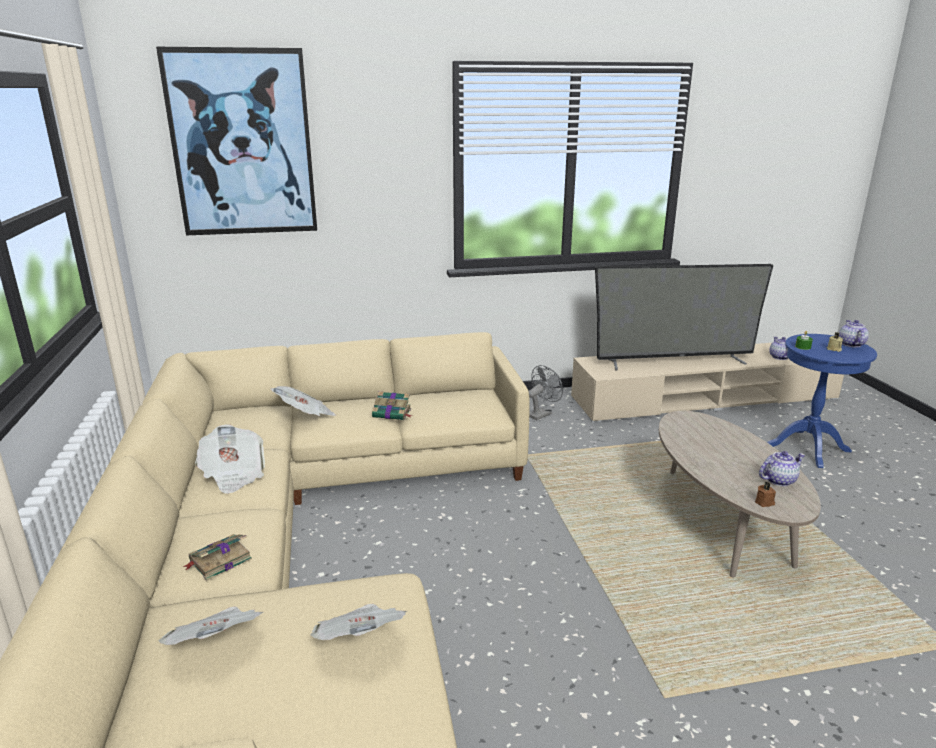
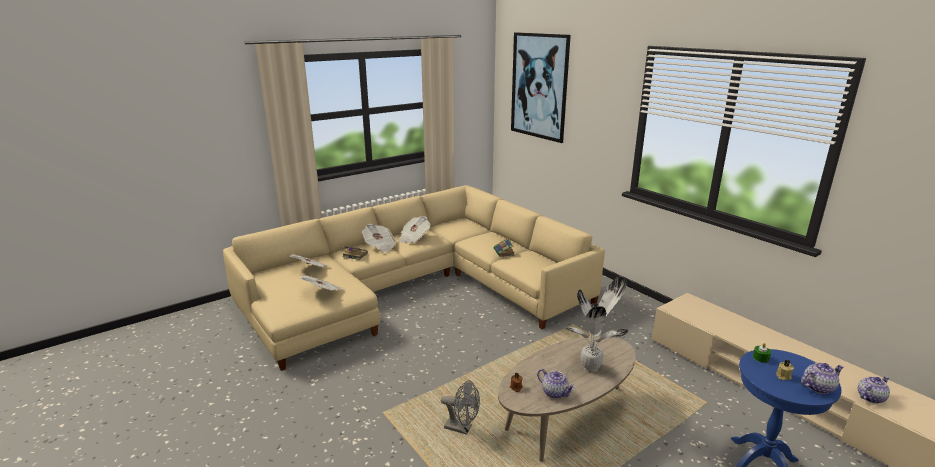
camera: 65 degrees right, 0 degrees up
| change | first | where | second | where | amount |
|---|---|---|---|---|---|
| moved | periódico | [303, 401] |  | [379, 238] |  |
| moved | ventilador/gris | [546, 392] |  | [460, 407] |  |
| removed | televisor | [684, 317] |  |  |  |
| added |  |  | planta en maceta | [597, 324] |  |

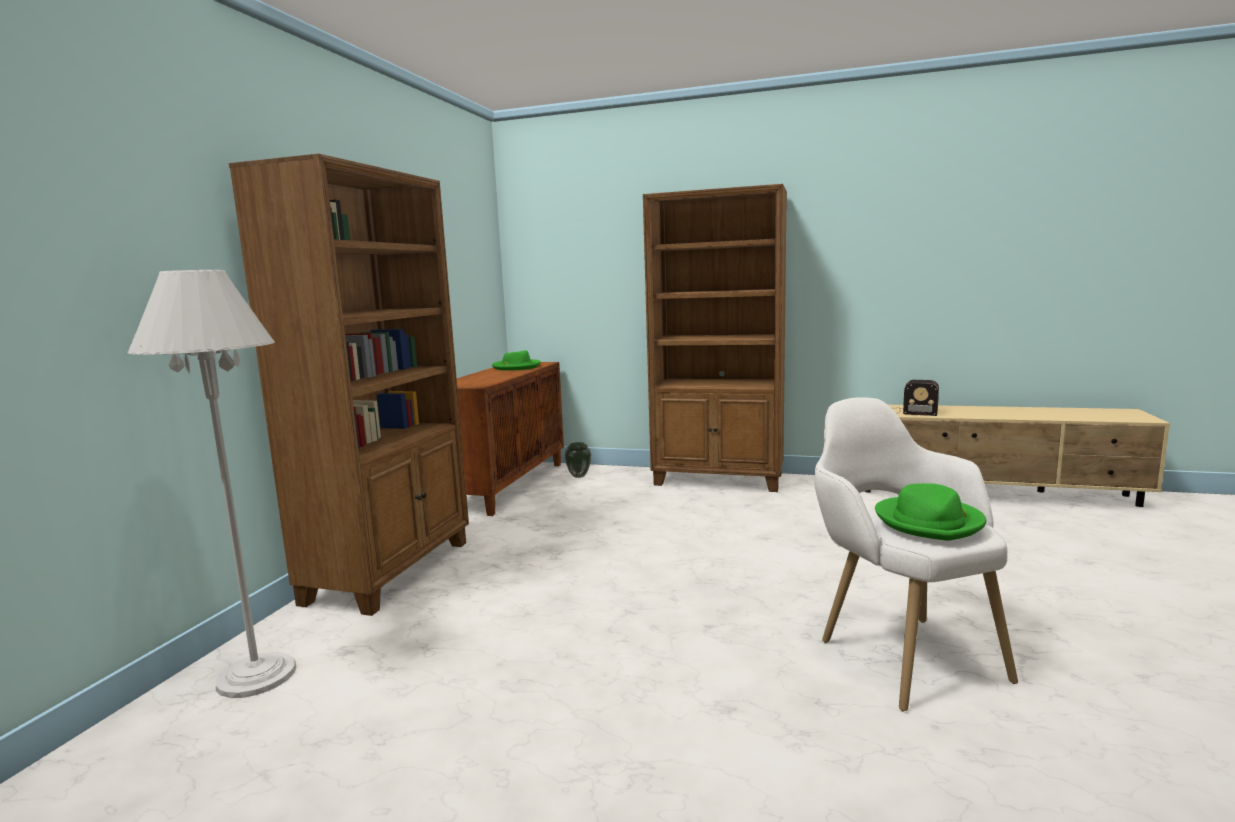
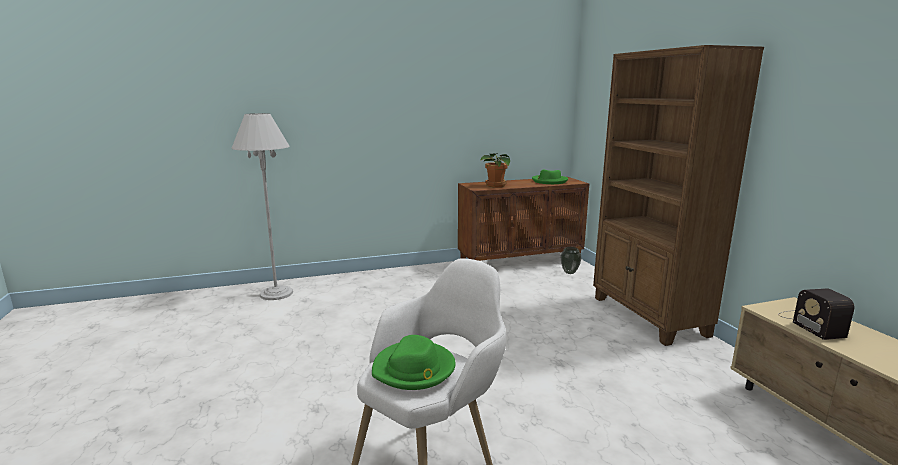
camera: 55 degrees right, 5 degrees up
| change | first | where | second | where | amount |
|---|---|---|---|---|---|
| removed | estantería/marrón | [349, 385] |  |  |  |
| added |  |  | planta en maceta | [495, 170] |  |

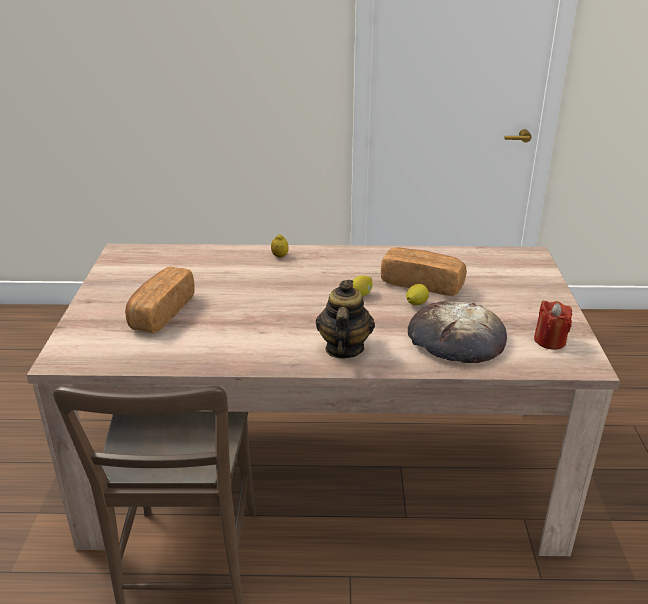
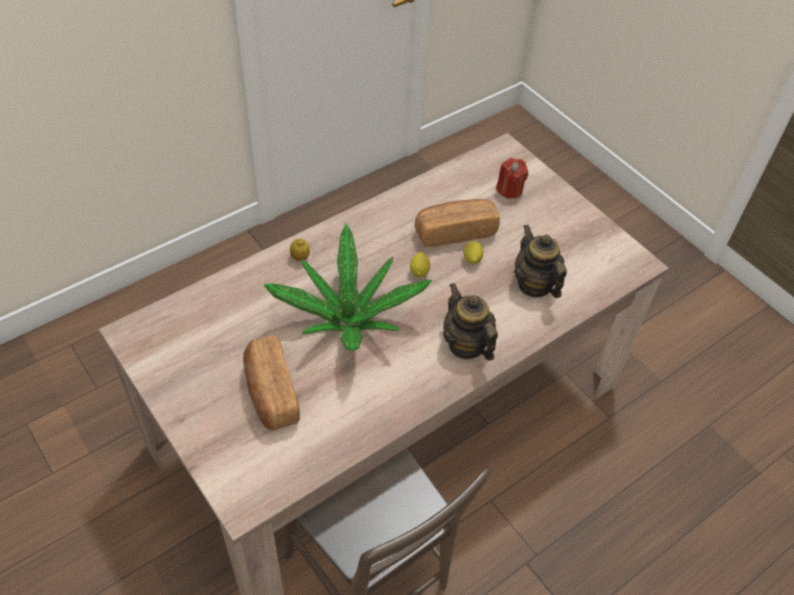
camera: 40 degrees left, 20 degrees up
| change | first | where | second | where | amount |
|---|---|---|---|---|---|
| replaced | pan | [457, 332] | tetera | [540, 261] |  |
| moved | vela/rojo | [553, 325] |  | [512, 178] |  |
| added |  |  | planta en maceta | [347, 287] |  |

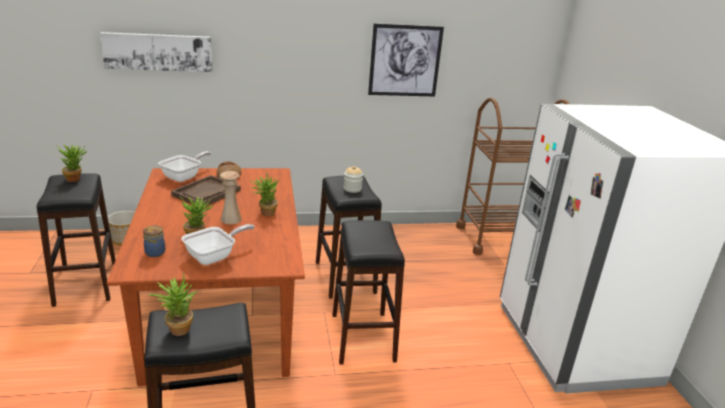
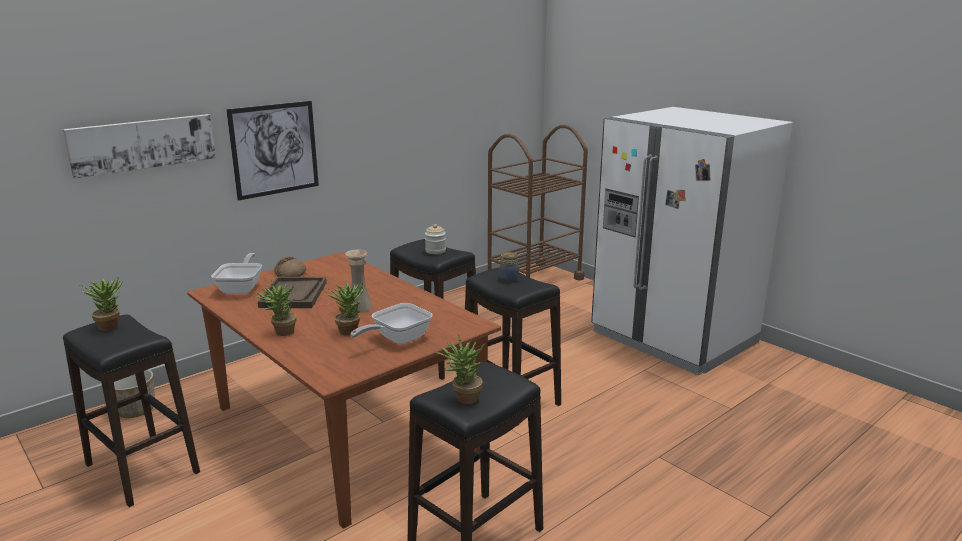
camera: 30 degrees left, 5 degrees down
| change | first | where | second | where | amount |
|---|---|---|---|---|---|
| moved | tarro | [154, 241] |  | [509, 267] |  |
| turned | sartén | [218, 244] |  | [391, 323] | 150 degrees counterclockwise |
| moved | planta en maceta | [264, 195] |  | [275, 308] |  |
| moved | cuadro | [406, 60] |  | [272, 150] |  |

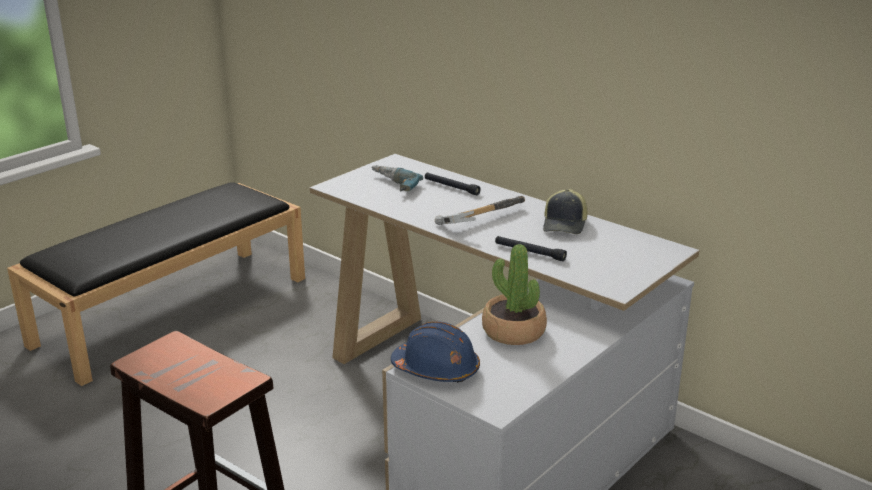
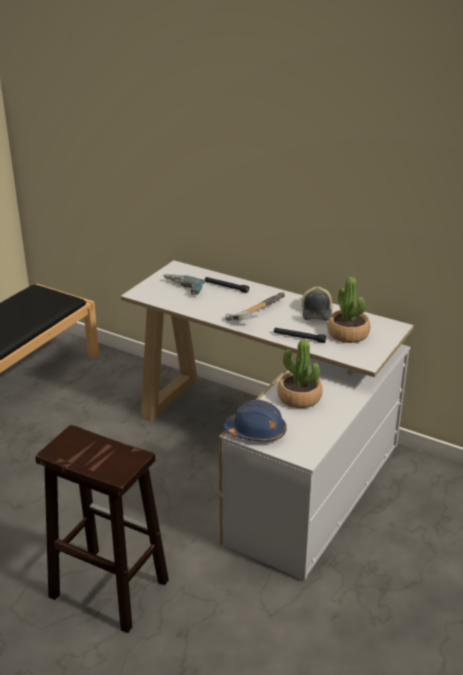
camera: 10 degrees left, 5 degrees up
| change | first | where | second | where | amount |
|---|---|---|---|---|---|
| added |  |  | planta en maceta | [348, 310] |  |

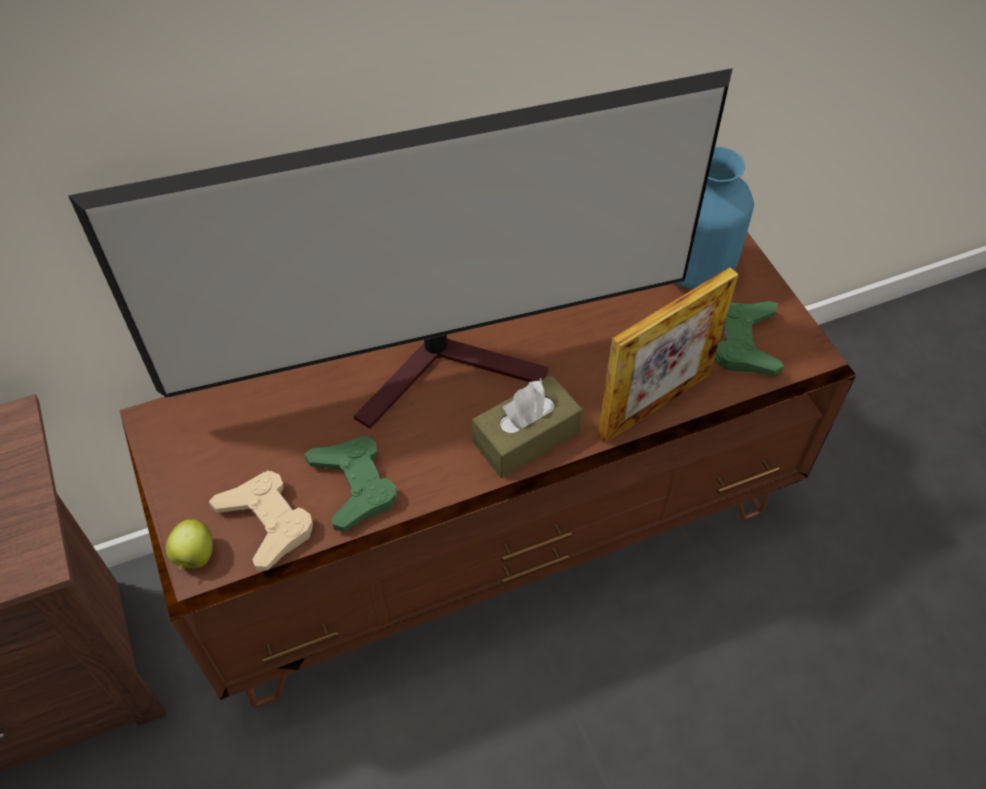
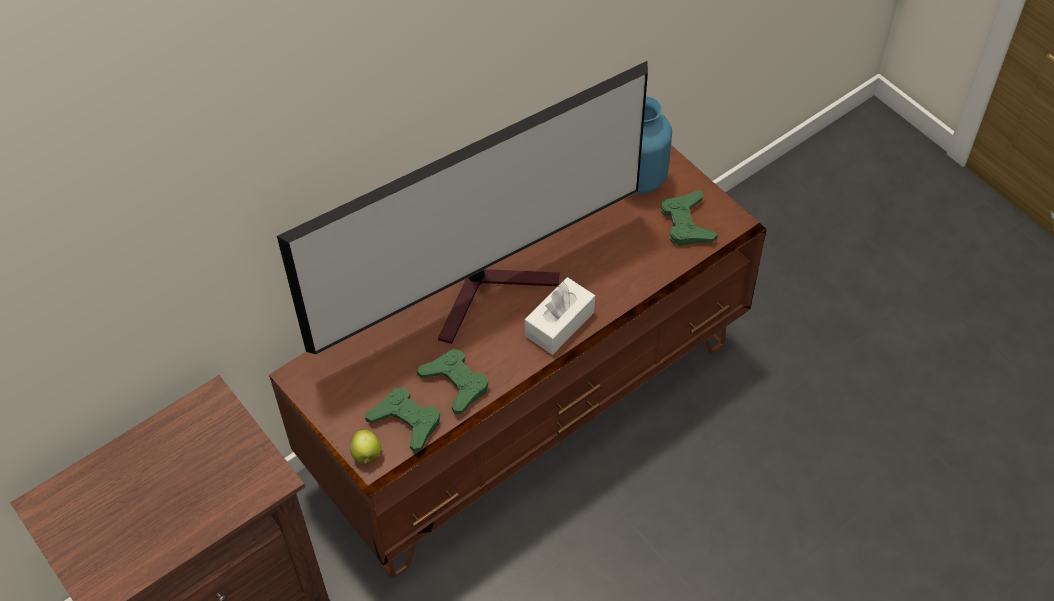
camera: 15 degrees left, 0 degrees up
| change | first | where | second | where | amount |
|---|---|---|---|---|---|
| recoloured | mando de consola/beis | [261, 521] | mando de consola/verde | [402, 420] |  |
| recoloured | caja de pañuelos/marrón | [527, 426] | caja de pañuelos/blanco | [560, 316] |  |
| removed | portarretratos | [668, 355] |  |  |  |

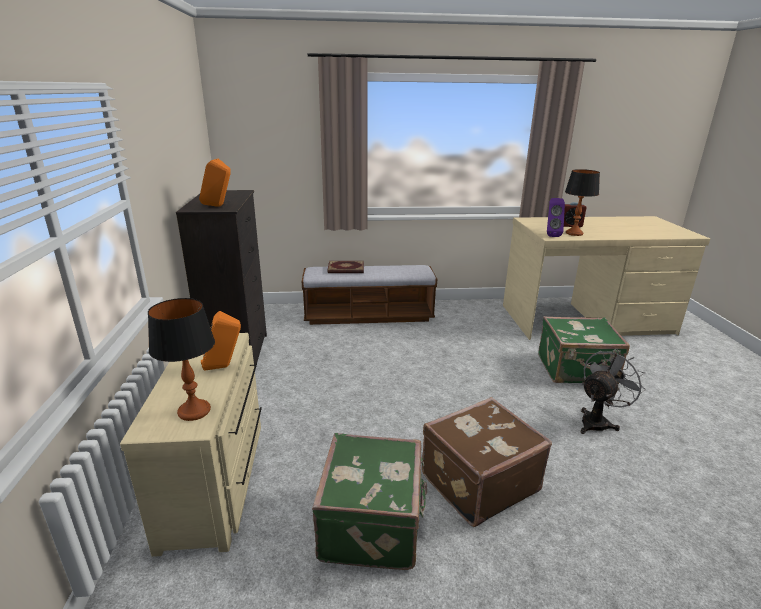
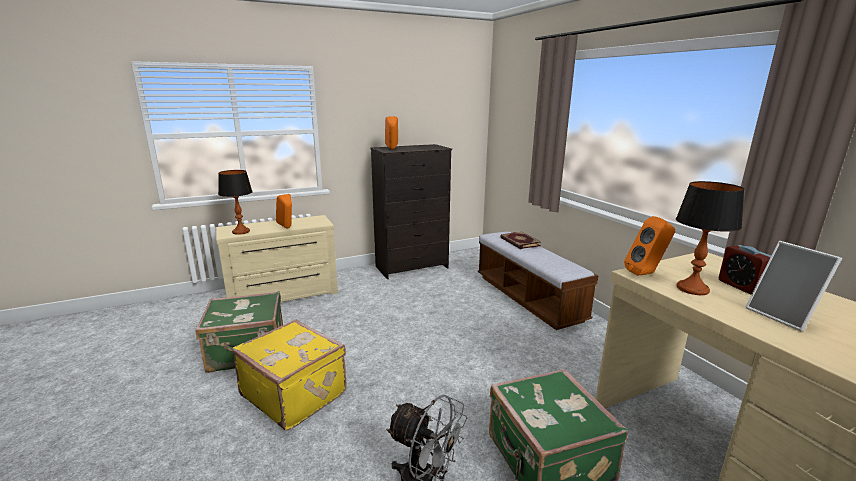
camera: 70 degrees right, 5 degrees down
| change | first | where | second | where | amount |
|---|---|---|---|---|---|
| recoloured | maleta/marrón | [487, 462] | maleta/amarillo | [289, 375] |  |
| recoloured | altavoz/morado | [556, 217] | altavoz/naranja | [649, 246] |  |
| added |  |  | portarretratos | [793, 286] |  |

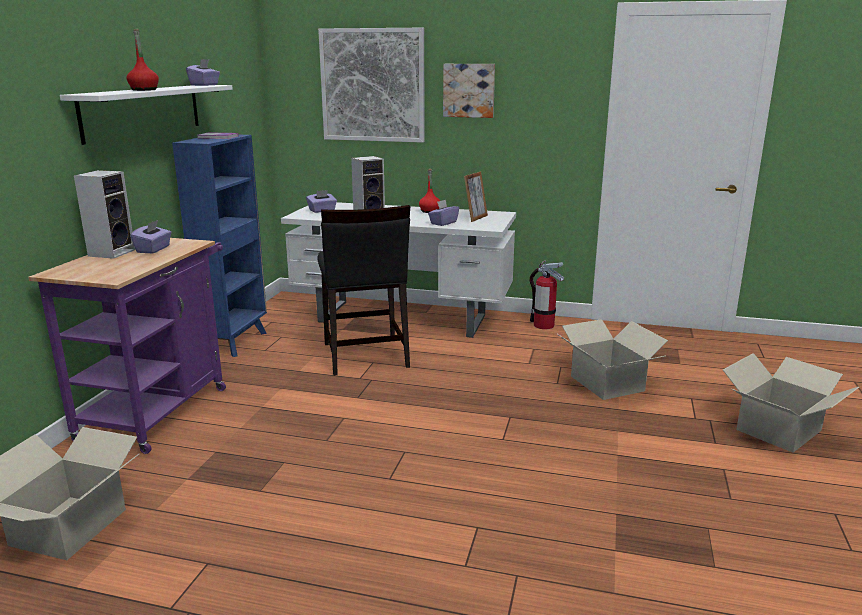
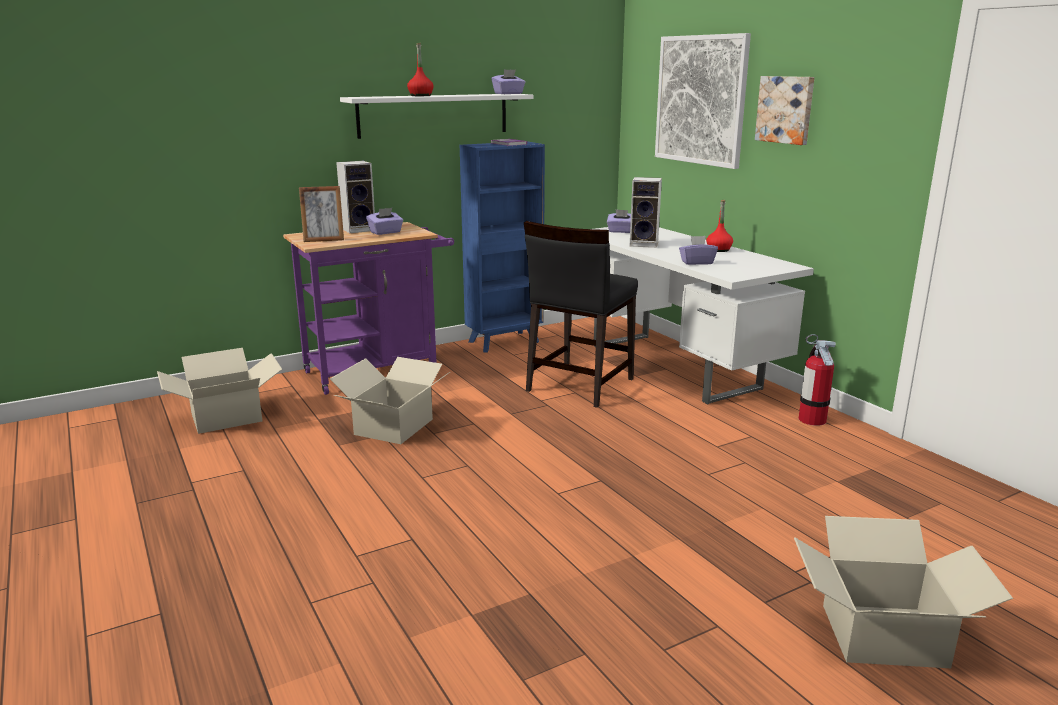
camera: 45 degrees right, 0 degrees up
| change | first | where | second | where | amount |
|---|---|---|---|---|---|
| moved | portarretratos | [476, 197] |  | [321, 214] |  |
| moved | caja de cartón | [612, 359] |  | [390, 400] |  |

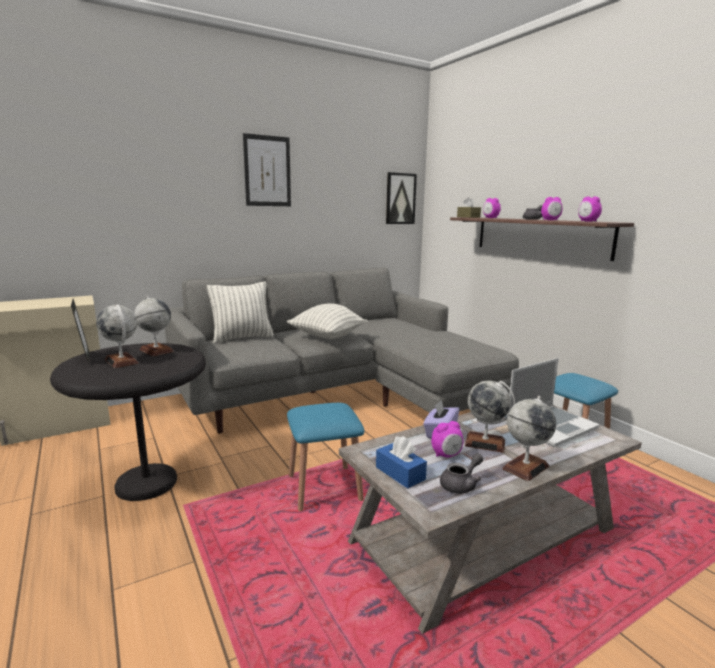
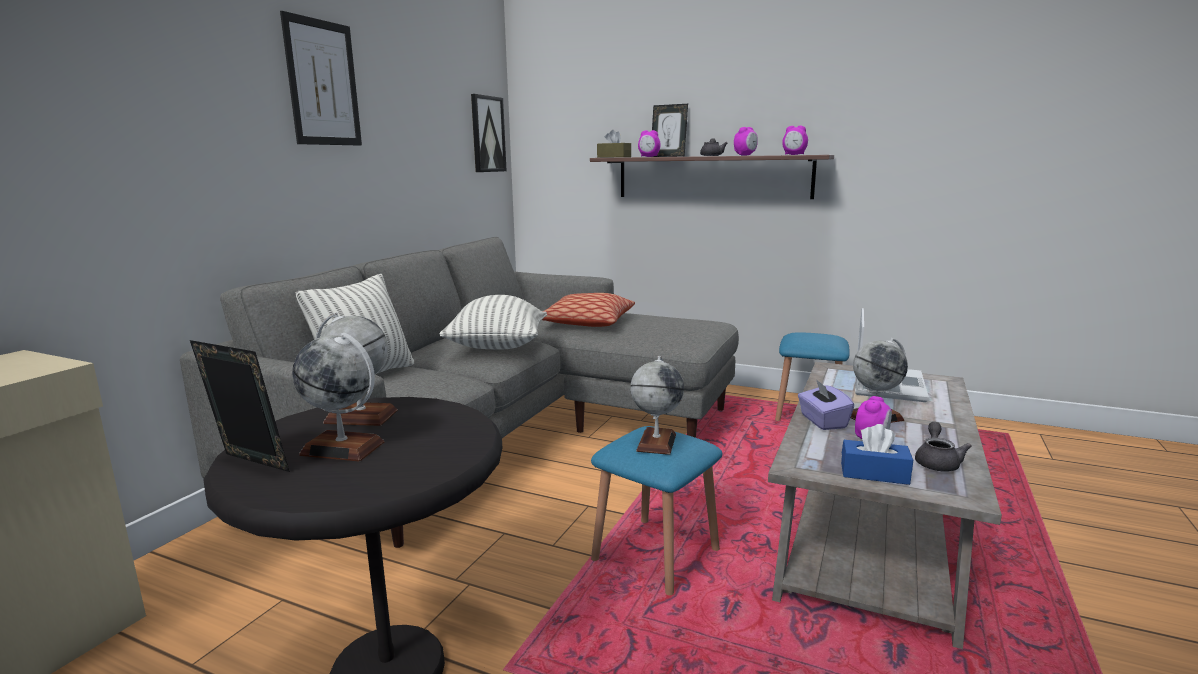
camera: 35 degrees left, 0 degrees up
| change | first | where | second | where | amount |
|---|---|---|---|---|---|
| moved | globo terráqueo | [529, 438] |  | [657, 405] |  |
| added |  |  | cojín | [588, 310] |  |
| added |  |  | portarretratos | [670, 130] |  |

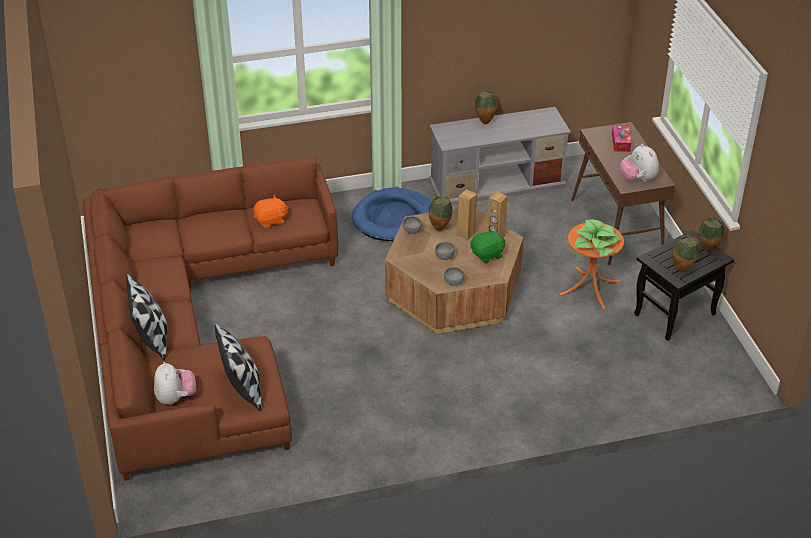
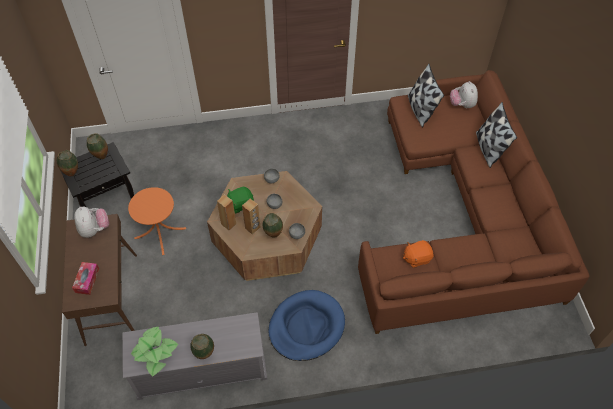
camera: 175 degrees left, 15 degrees up
| change | first | where | second | where | amount |
|---|---|---|---|---|---|
| moved | planta en maceta | [598, 238] |  | [154, 351] |  |

